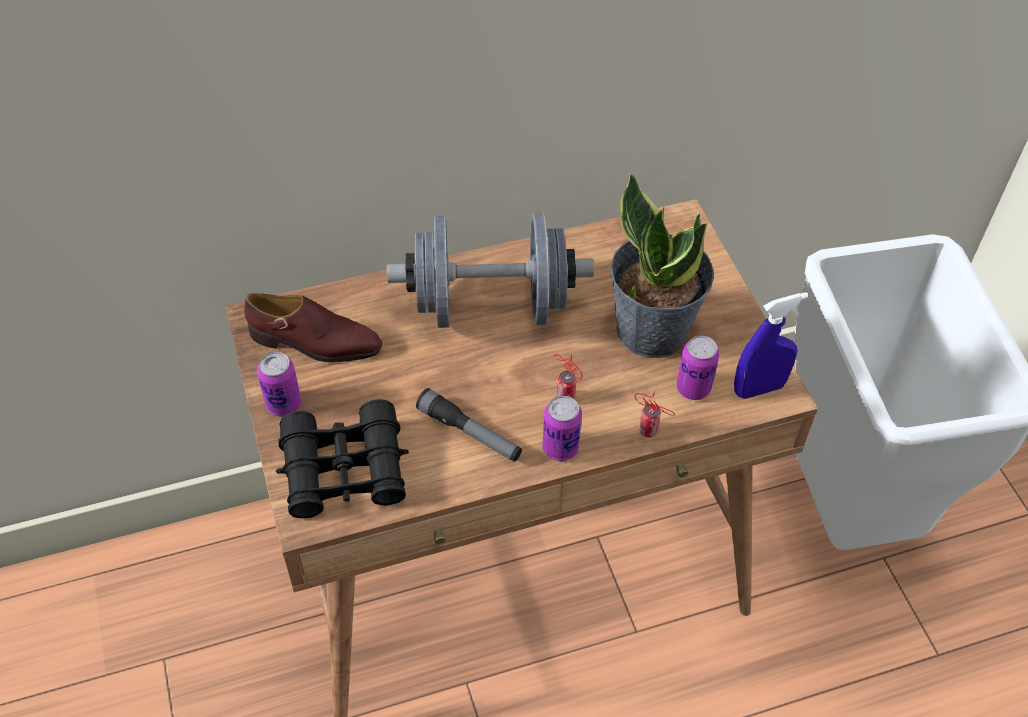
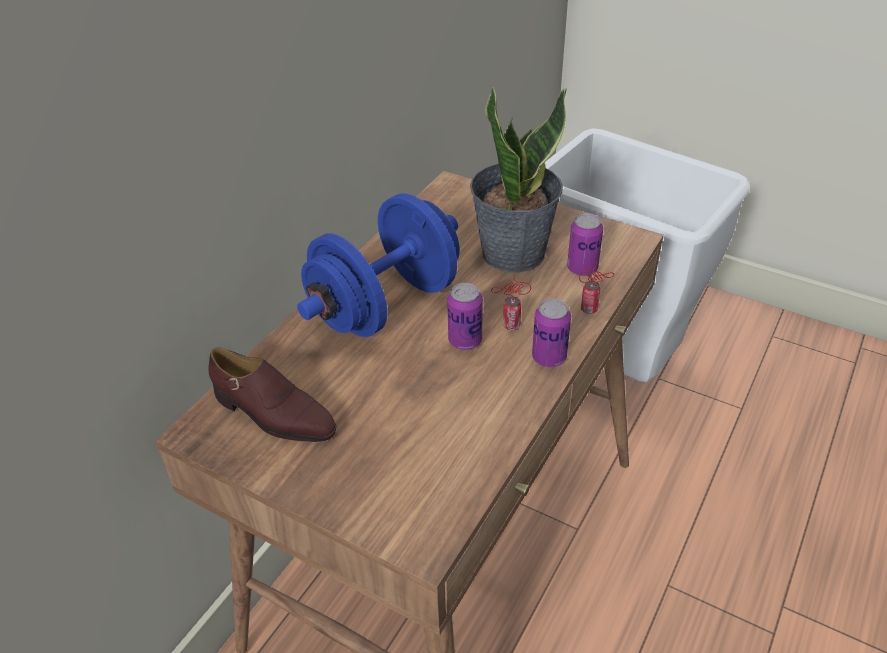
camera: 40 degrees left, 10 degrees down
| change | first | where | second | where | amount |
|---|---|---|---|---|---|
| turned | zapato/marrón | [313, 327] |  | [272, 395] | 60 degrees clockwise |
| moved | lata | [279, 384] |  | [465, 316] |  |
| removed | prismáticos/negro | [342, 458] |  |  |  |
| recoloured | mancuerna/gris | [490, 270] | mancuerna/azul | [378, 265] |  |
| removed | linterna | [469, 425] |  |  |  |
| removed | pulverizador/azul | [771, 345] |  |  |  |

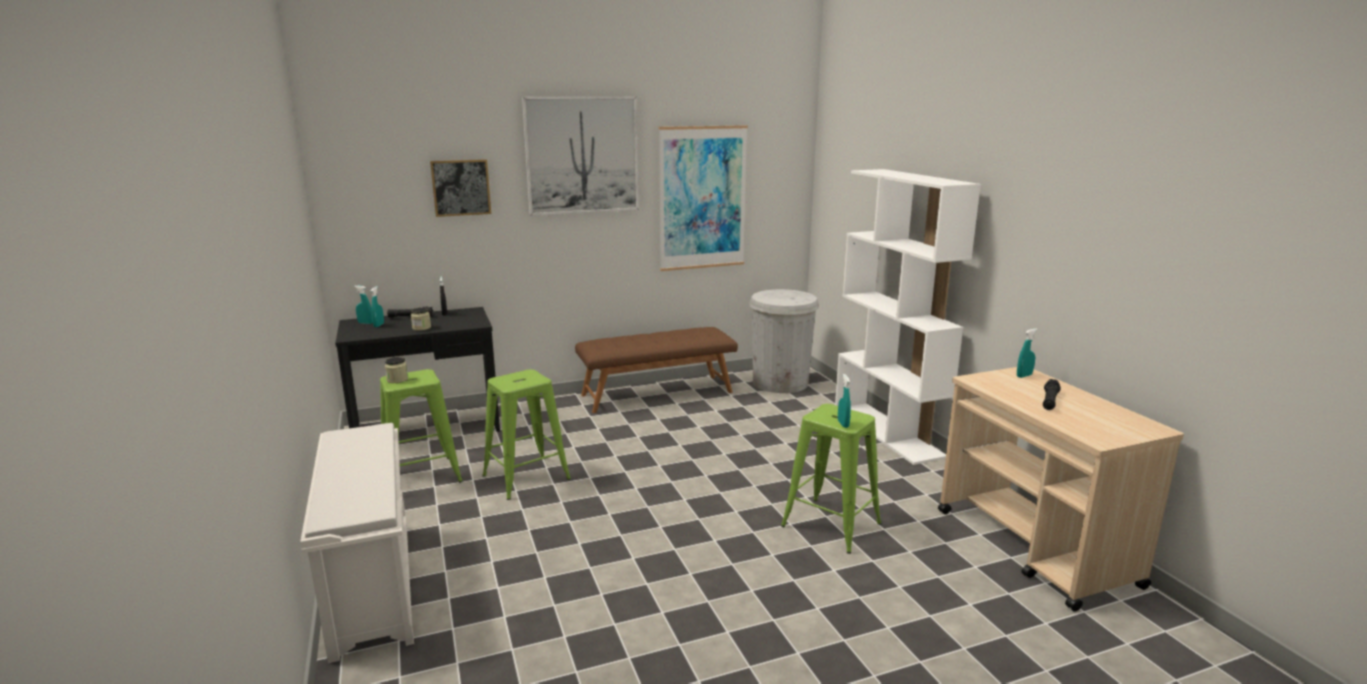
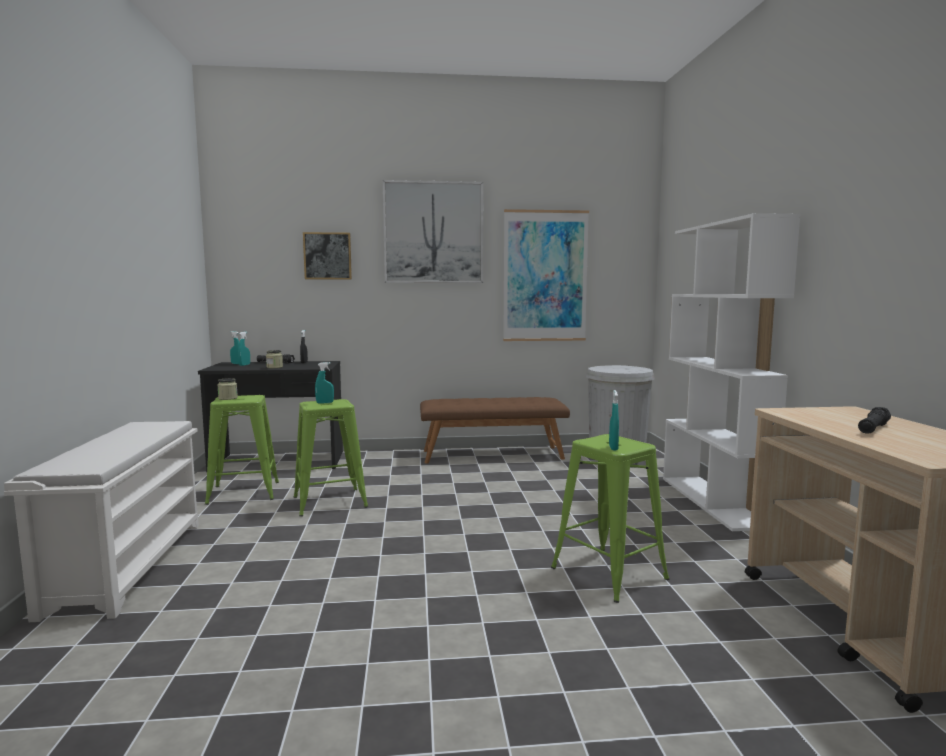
camera: 15 degrees right, 10 degrees down
| change | first | where | second | where | amount |
|---|---|---|---|---|---|
| moved | pulverizador/turquesa | [1027, 353] |  | [324, 383] |  |

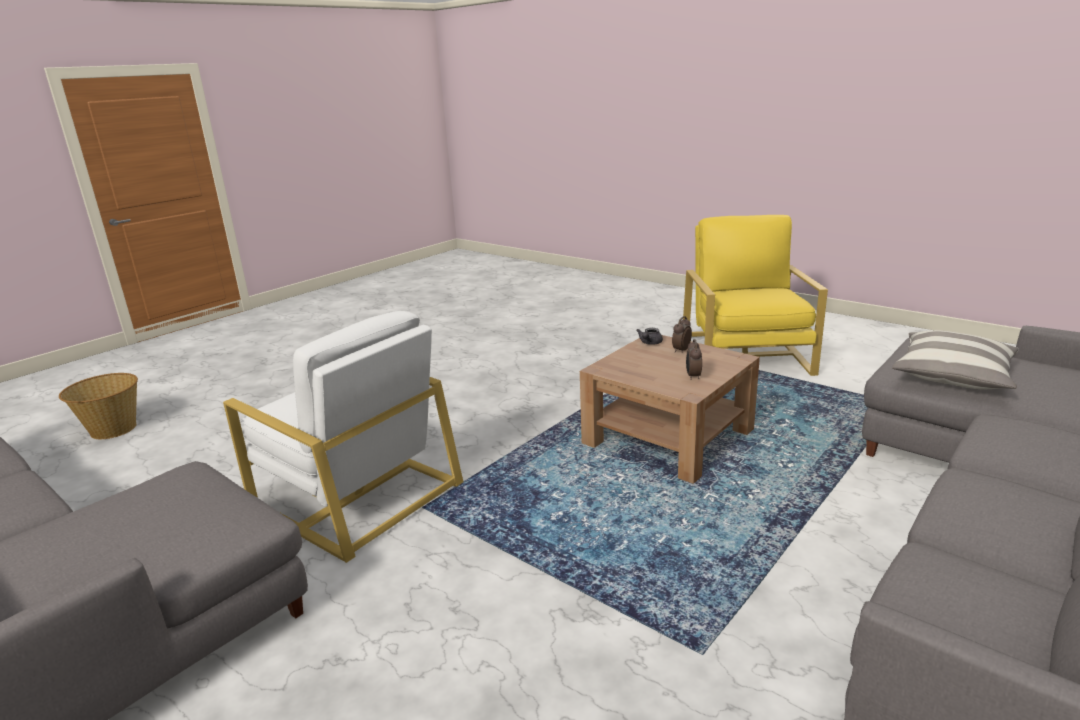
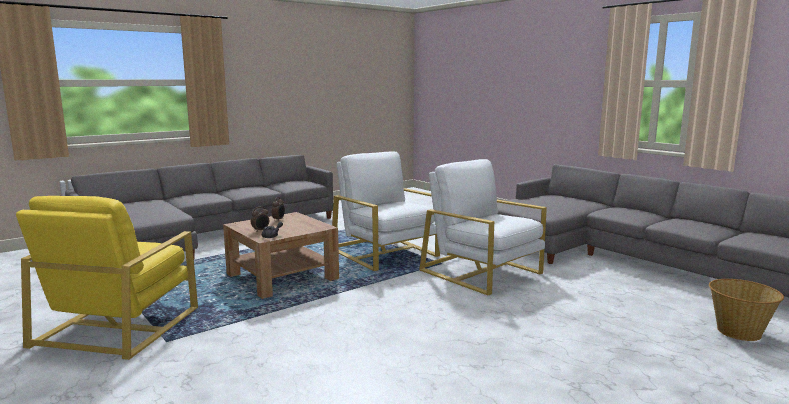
camera: 170 degrees left, 10 degrees down
| change | first | where | second | where | amount |
|---|---|---|---|---|---|
| removed | cojín | [955, 359] |  |  |  |
| added |  |  | sillón/blanco | [386, 211] |  |

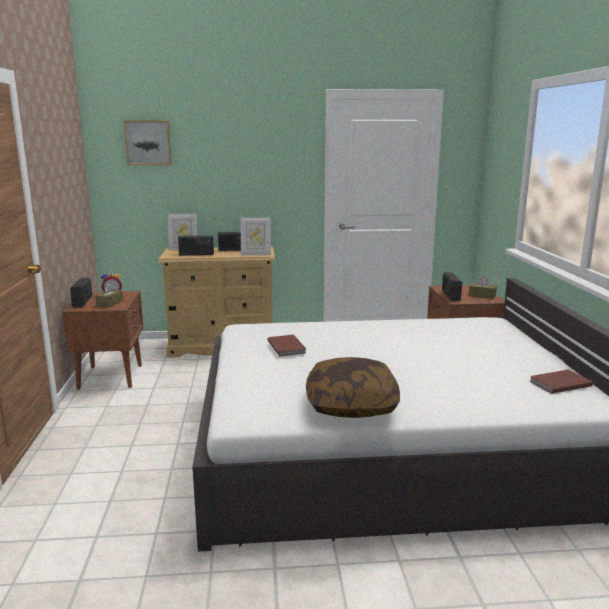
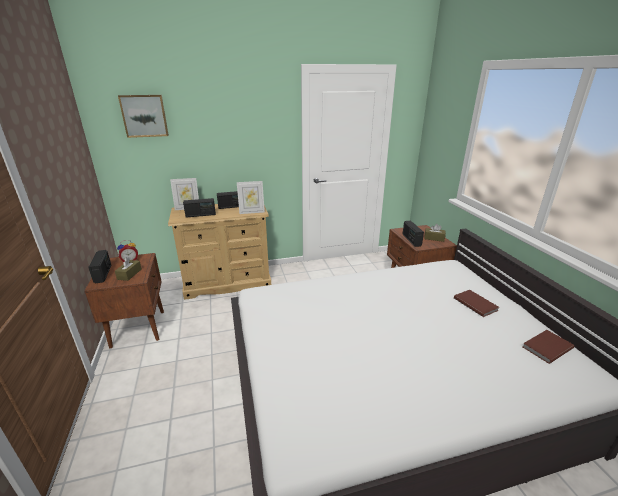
camera: 10 degrees left, 10 degrees up
| change | first | where | second | where | amount |
|---|---|---|---|---|---|
| moved | libro/marrón | [287, 345] |  | [476, 303] |  |
| removed | cojín | [353, 387] |  |  |  |

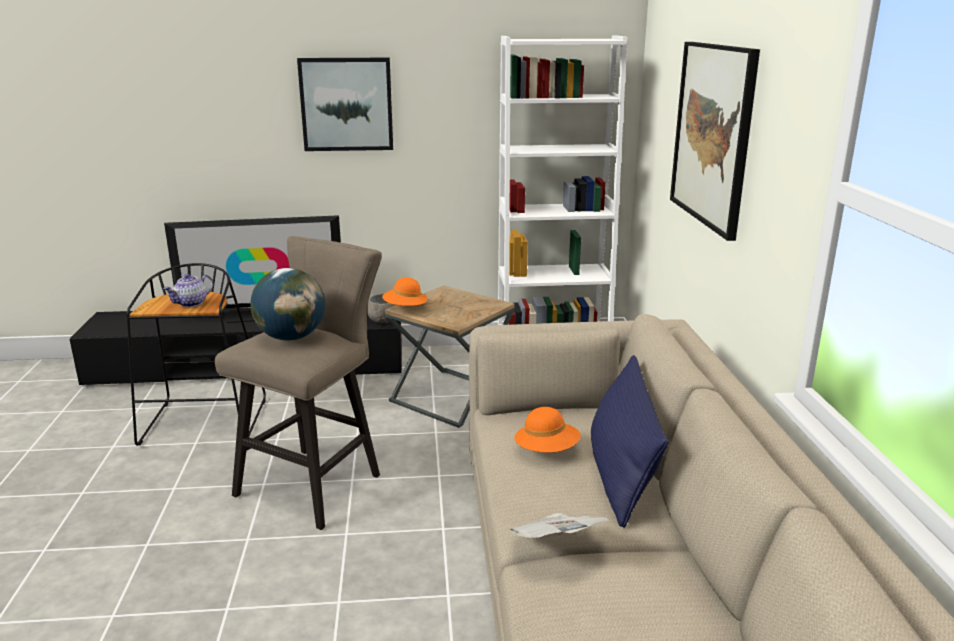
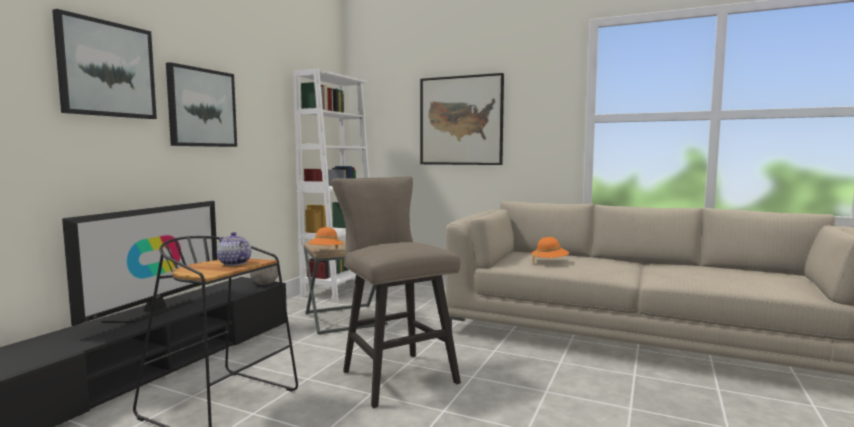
camera: 60 degrees left, 15 degrees down
| change | first | where | second | where | amount |
|---|---|---|---|---|---|
| turned | tetera | [188, 290] |  | [234, 249] | 150 degrees clockwise |
| removed | globo terráqueo | [287, 304] |  |  |  |
| removed | periódico | [559, 525] |  |  |  |
| removed | cojín/azul | [630, 441] |  |  |  |
| added |  |  | cuadro | [104, 64] |  |

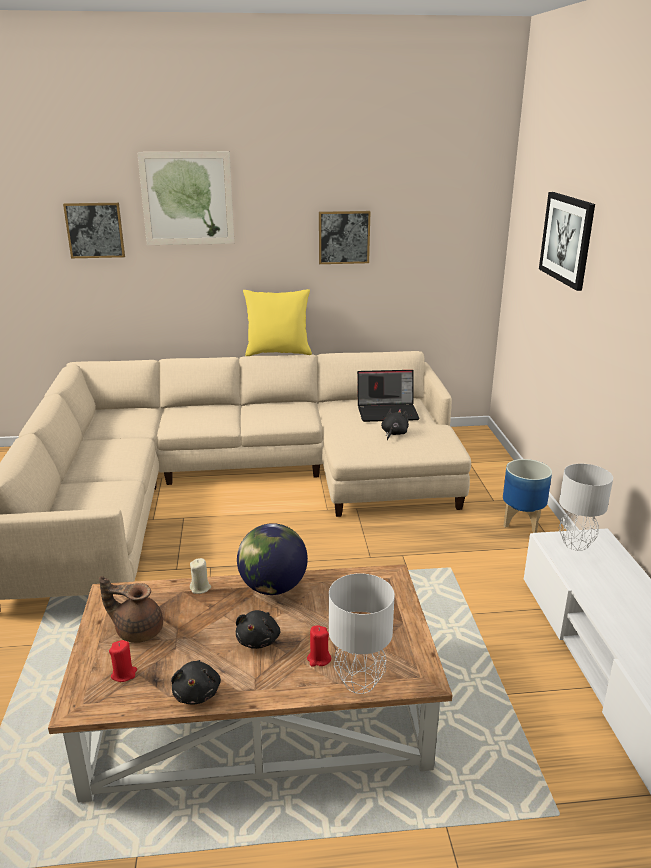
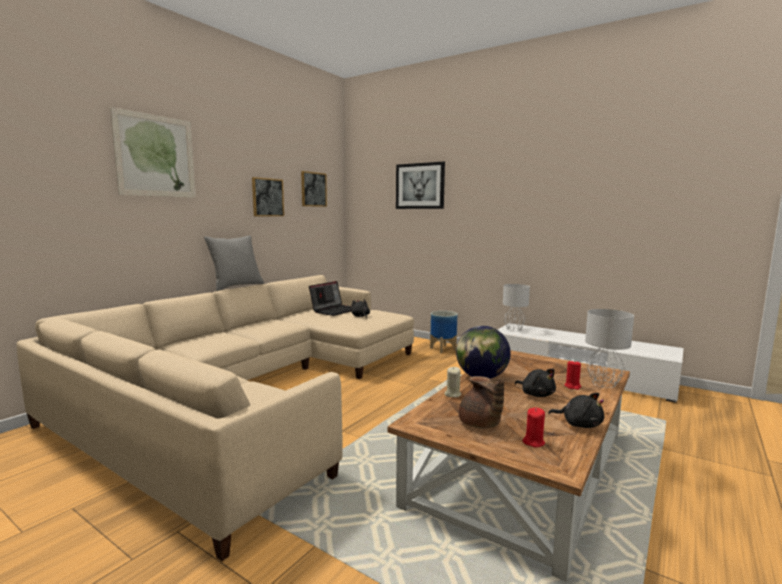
camera: 50 degrees left, 15 degrees down
| change | first | where | second | where | amount |
|---|---|---|---|---|---|
| moved | cuadro | [94, 230] |  | [314, 189] |  |
| turned | tetera/marrón | [131, 609] |  | [481, 402] | 75 degrees counterclockwise |
| recoloured | cojín/amarillo | [277, 322] | cojín/gris | [234, 263] |  |

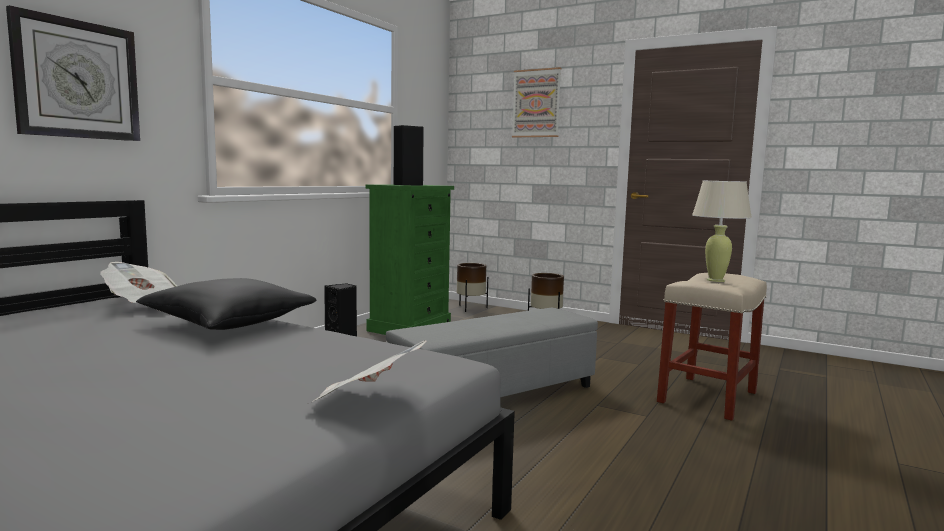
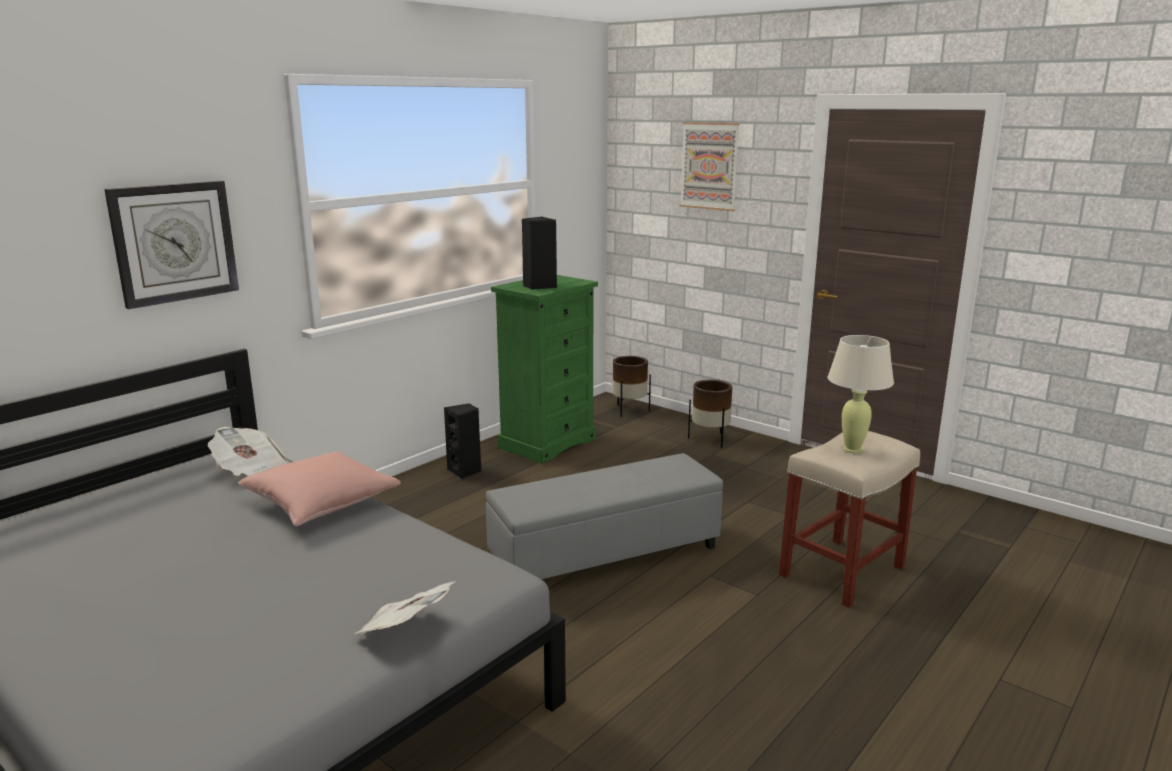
camera: 10 degrees right, 10 degrees up
| change | first | where | second | where | amount |
|---|---|---|---|---|---|
| recoloured | cojín/negro | [226, 304] | cojín/rosa | [319, 488] |  |

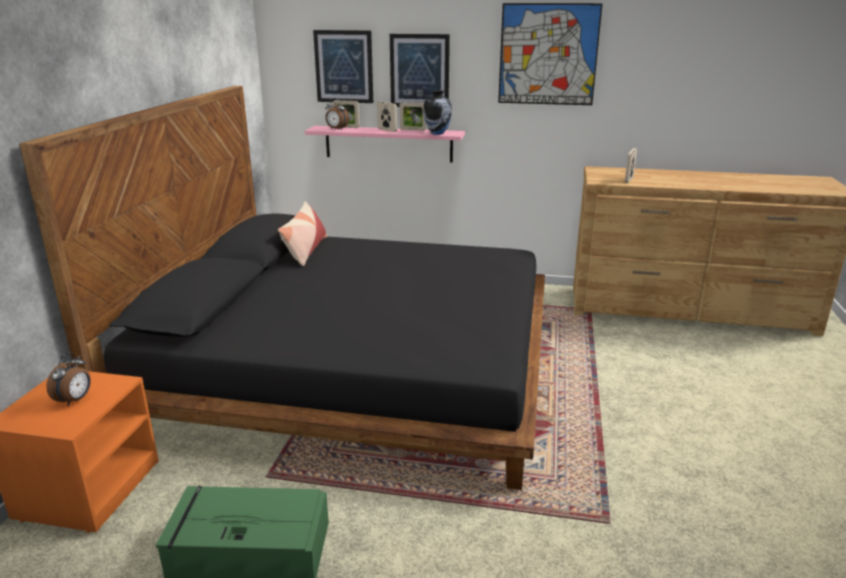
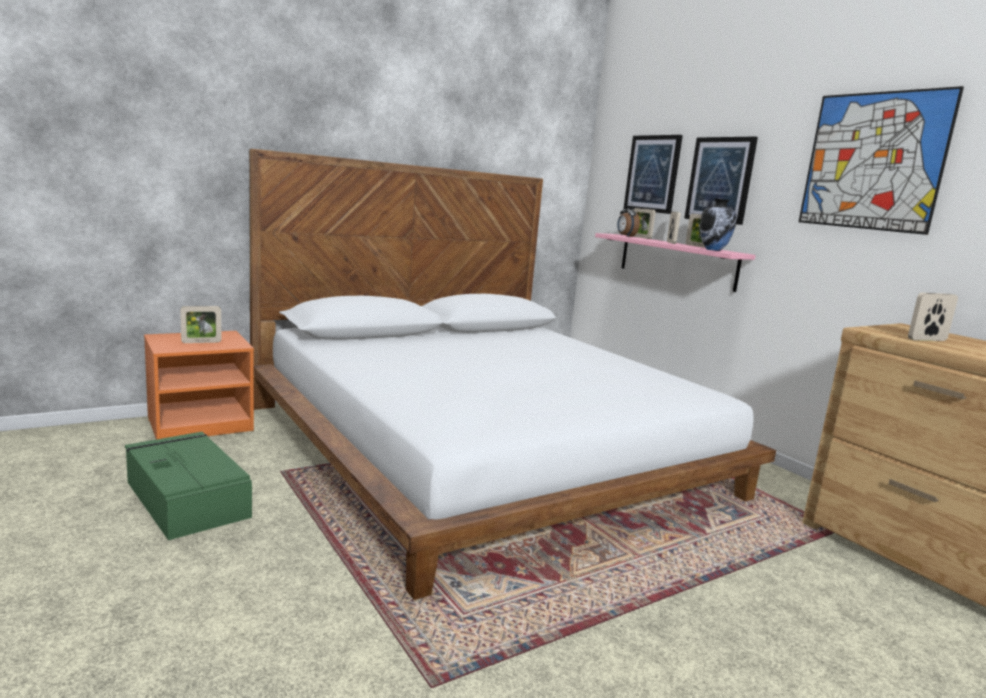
camera: 45 degrees right, 10 degrees down
| change | first | where | second | where | amount |
|---|---|---|---|---|---|
| recoloured | cama/negro | [282, 288] | cama/blanco | [512, 374] |  |
| replaced | despertador | [68, 379] | portarretratos | [201, 324] |  |
| removed | cojín | [302, 233] |  |  |  |

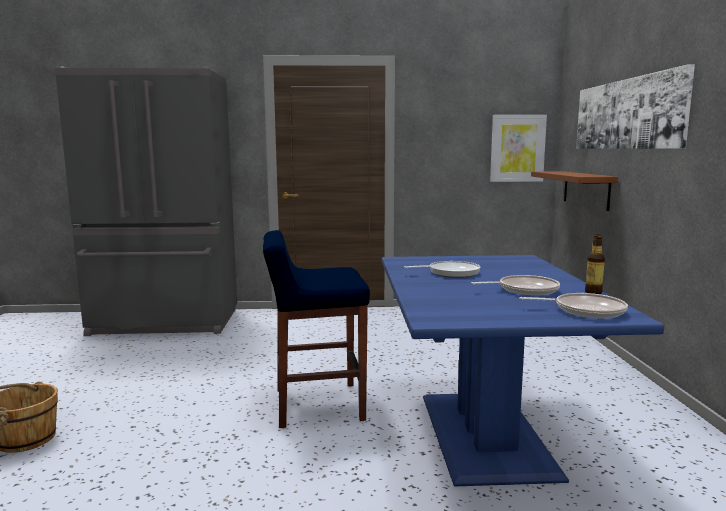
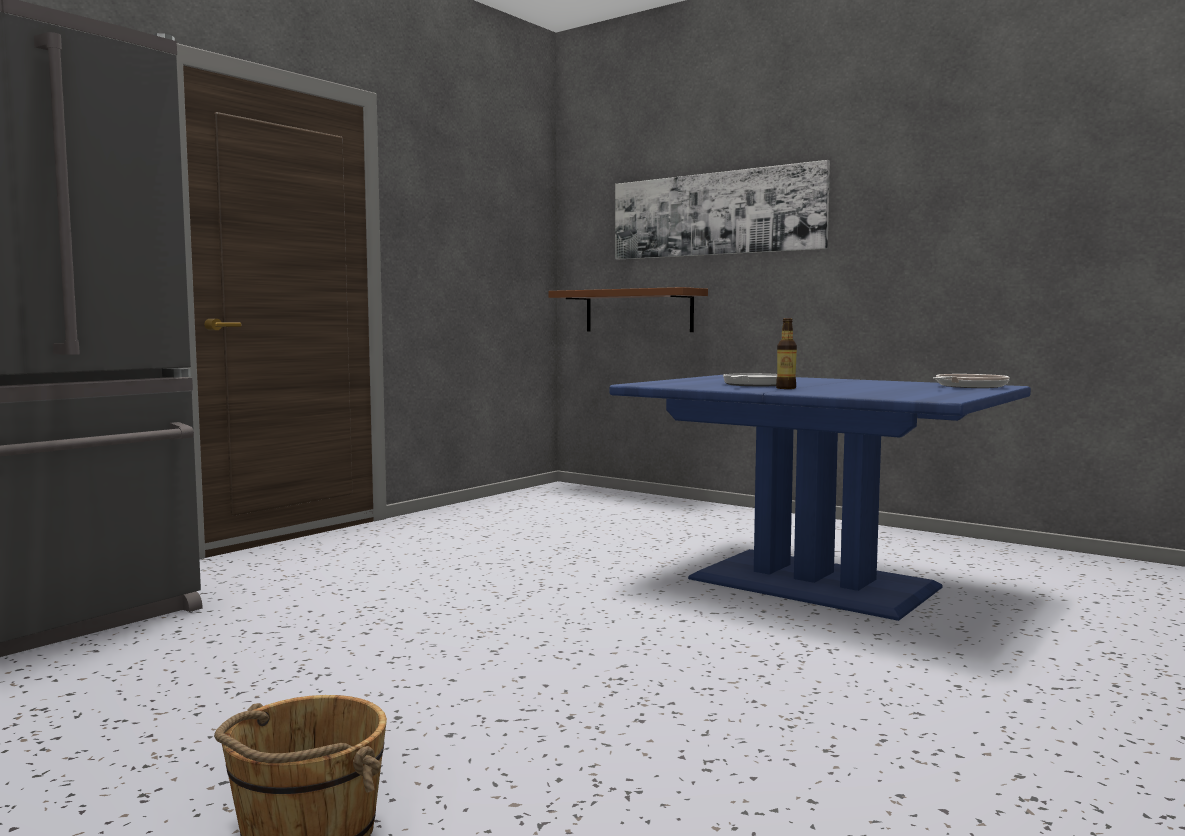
camera: 50 degrees left, 5 degrees down
| change | first | where | second | where | amount |
|---|---|---|---|---|---|
| removed | taburete/azul | [316, 329] |  |  |  |
| removed | sartén | [515, 285] |  |  |  |
| removed | cuadro | [518, 148] |  |  |  |
| moved | botella | [595, 264] |  | [786, 353] |  |

